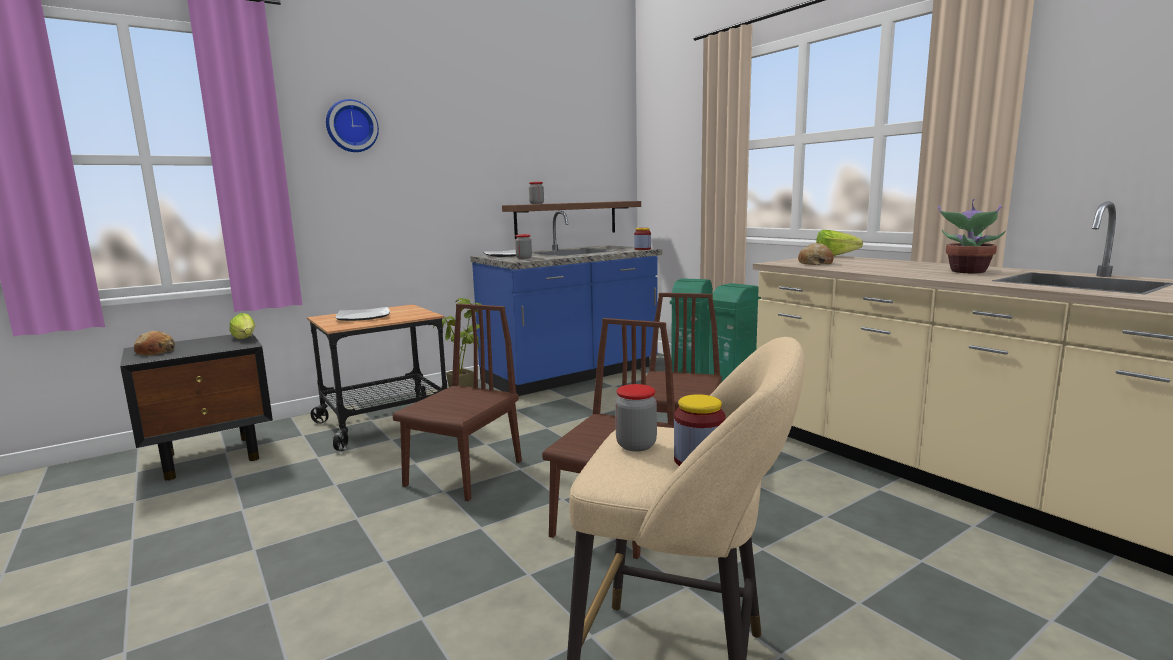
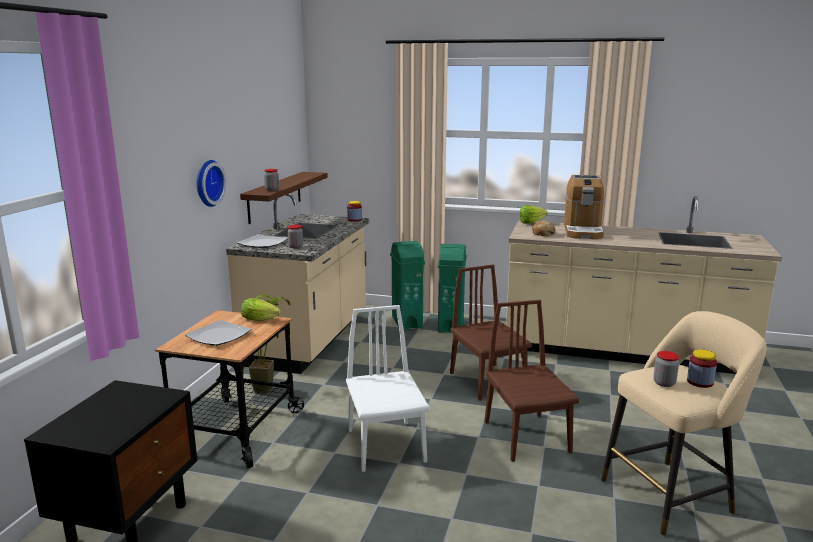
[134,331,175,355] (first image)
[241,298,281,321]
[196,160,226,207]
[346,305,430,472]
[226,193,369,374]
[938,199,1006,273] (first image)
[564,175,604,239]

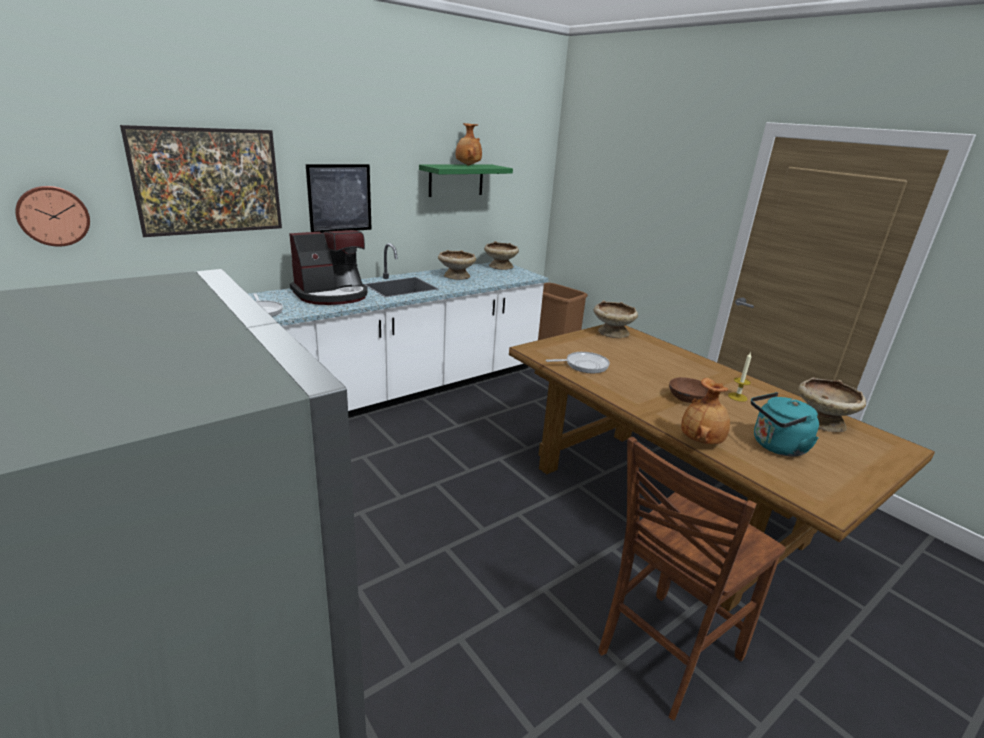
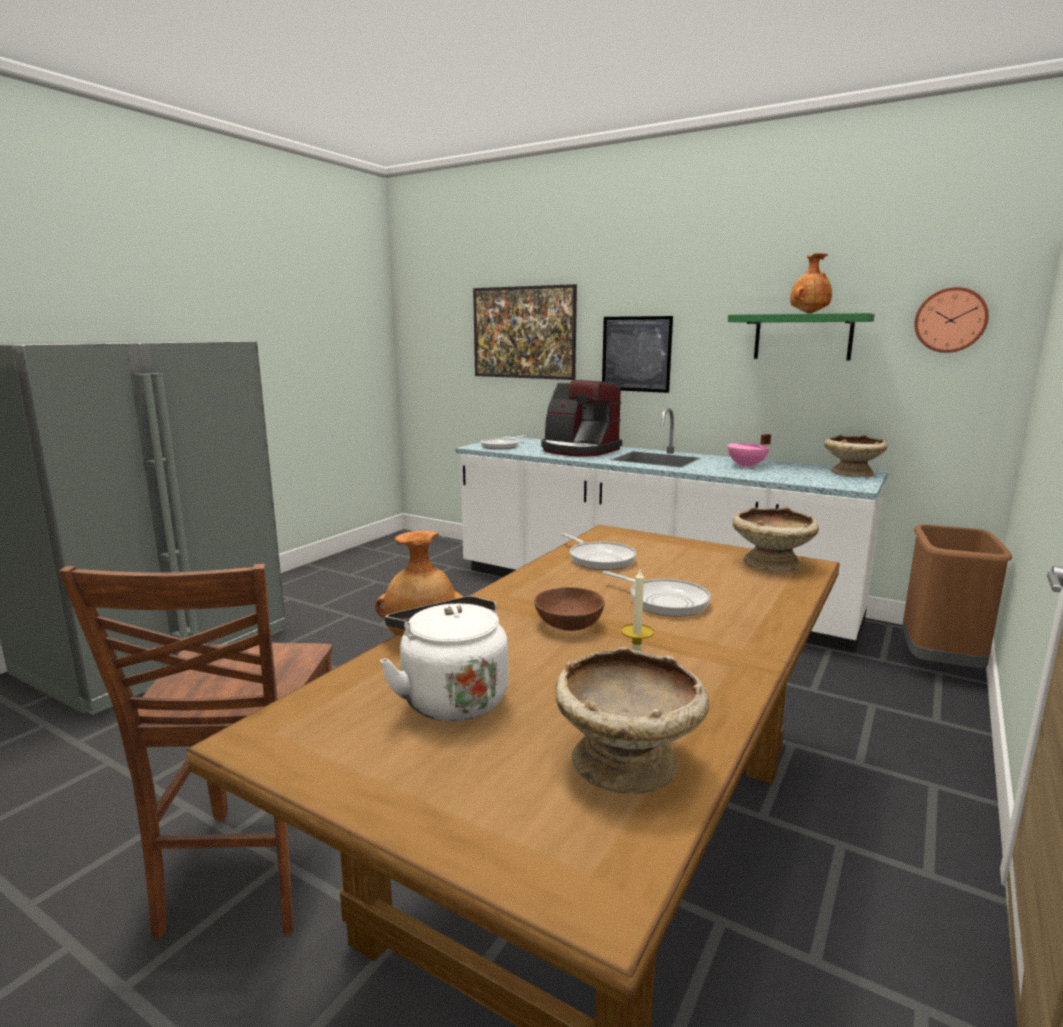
[914,287,989,353]
[727,434,771,468]
[59,564,333,939]
[380,596,508,721]
[603,571,711,617]

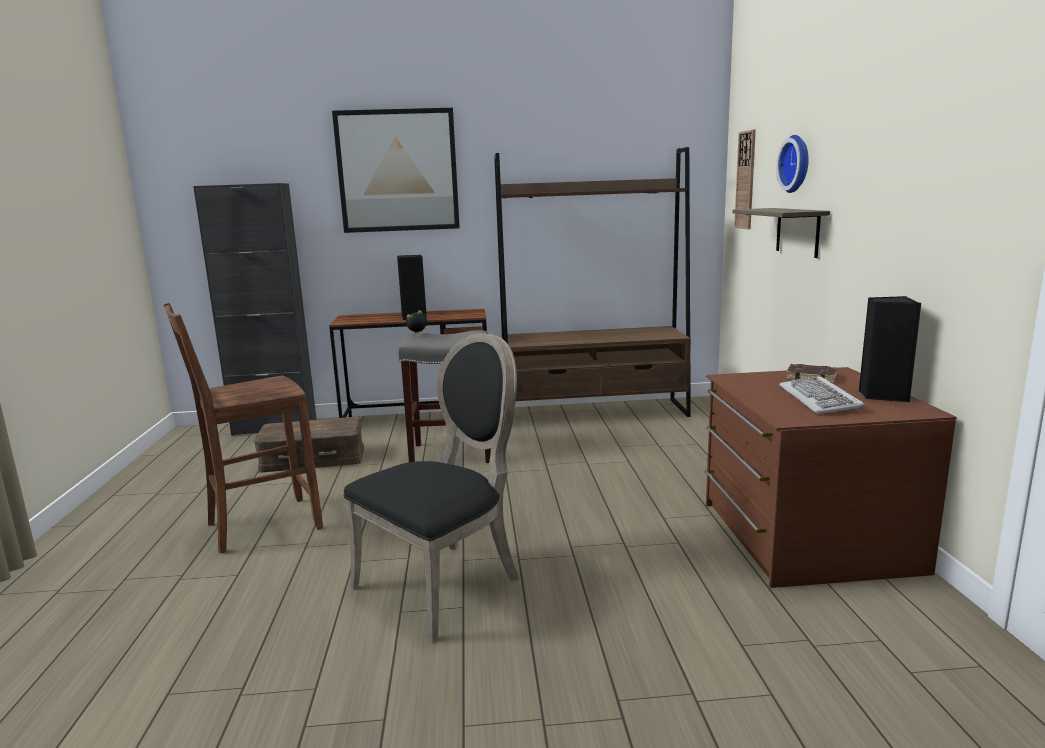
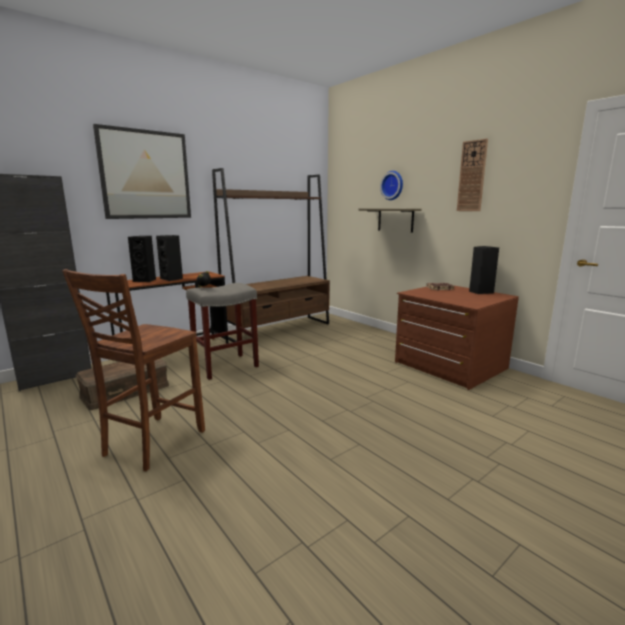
[343,333,520,643] (first image)
[457,139,488,211]
[779,376,865,414] (first image)
[127,236,156,282]

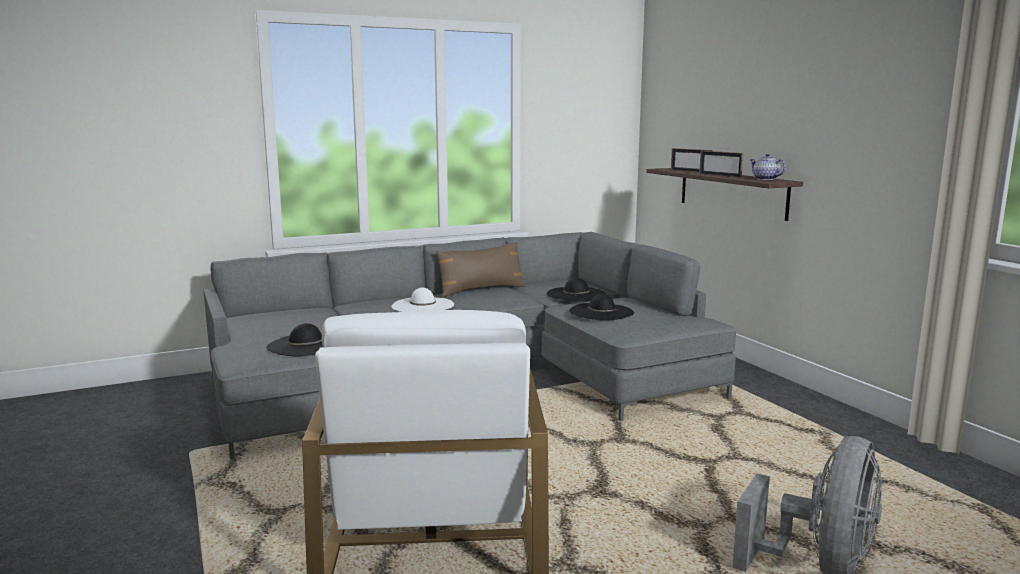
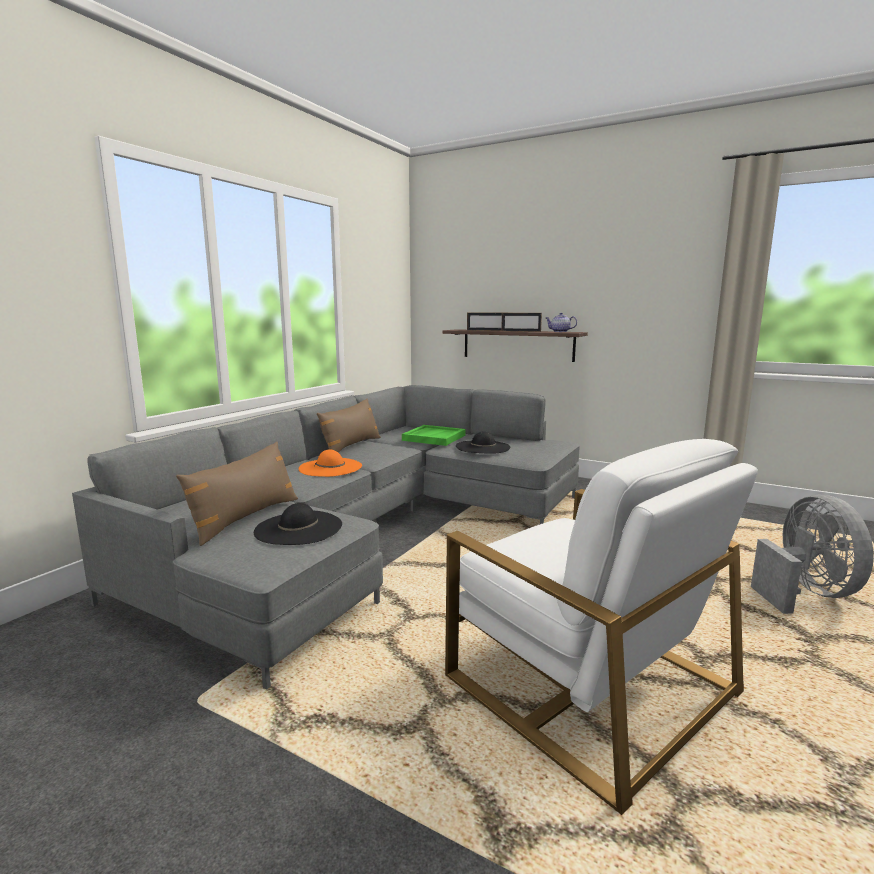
[299,450,362,477]
[402,425,466,446]
[176,442,298,546]

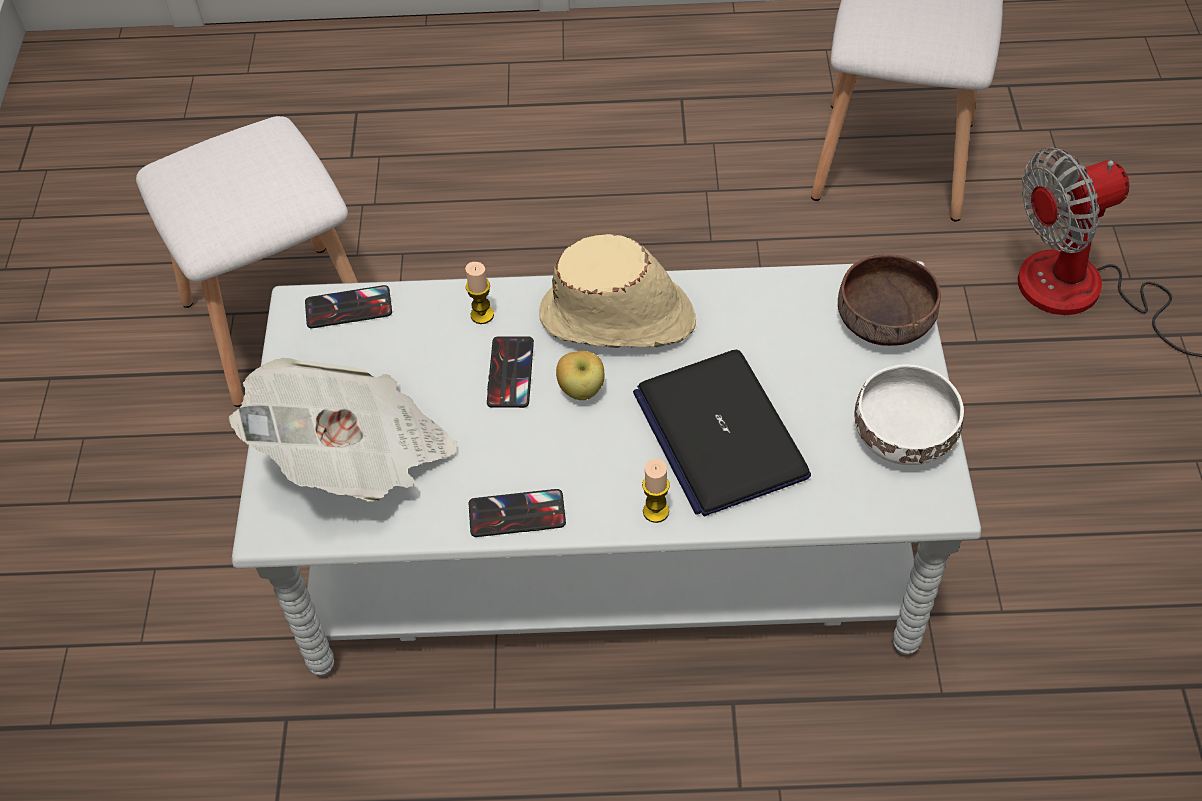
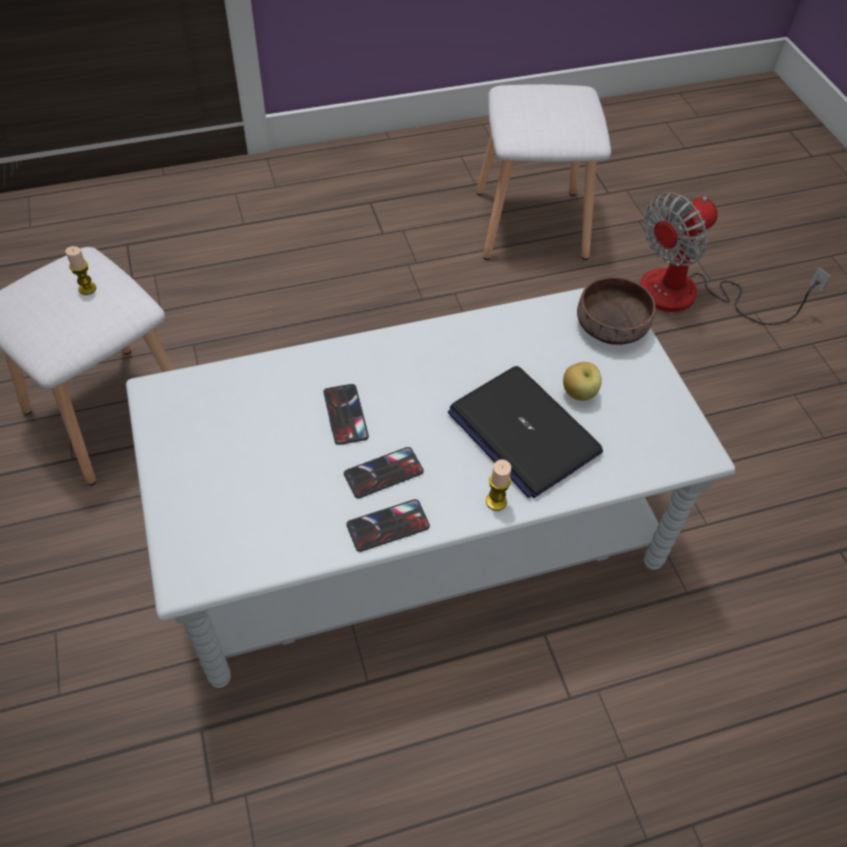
[229,358,457,502] (first image)
[344,447,424,498]
[65,246,96,295]
[539,234,696,348] (first image)
[563,362,602,401]
[855,364,964,465] (first image)

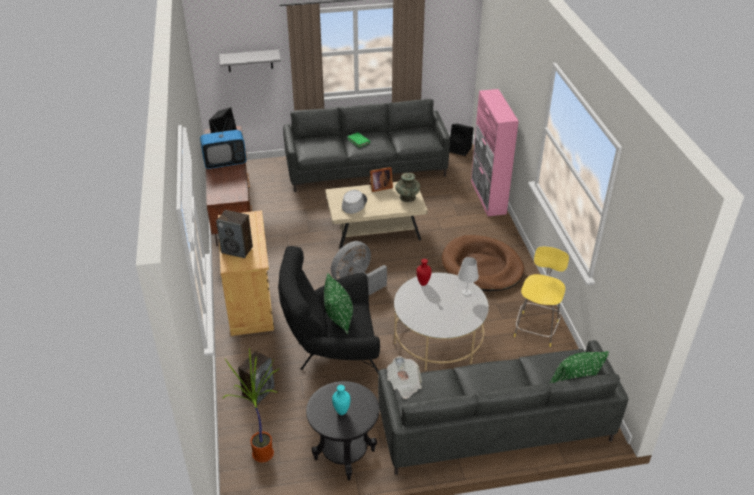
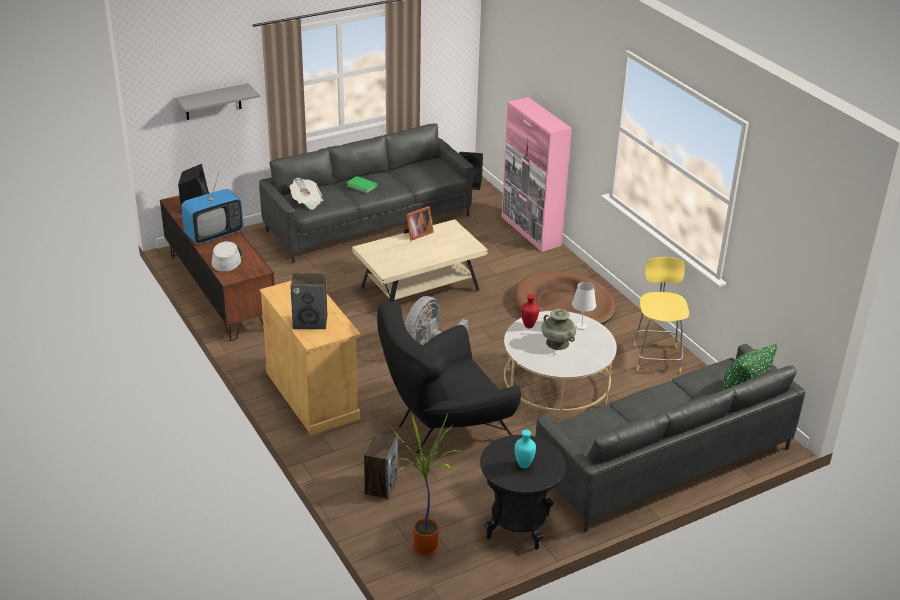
[324,273,353,334] (first image)
[212,241,242,272]
[289,178,323,210]
[542,309,576,350]

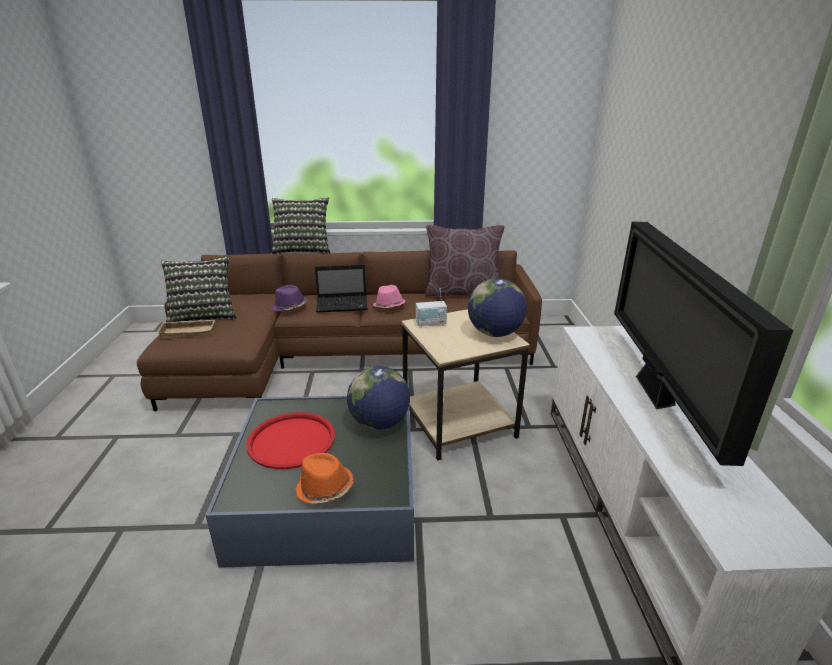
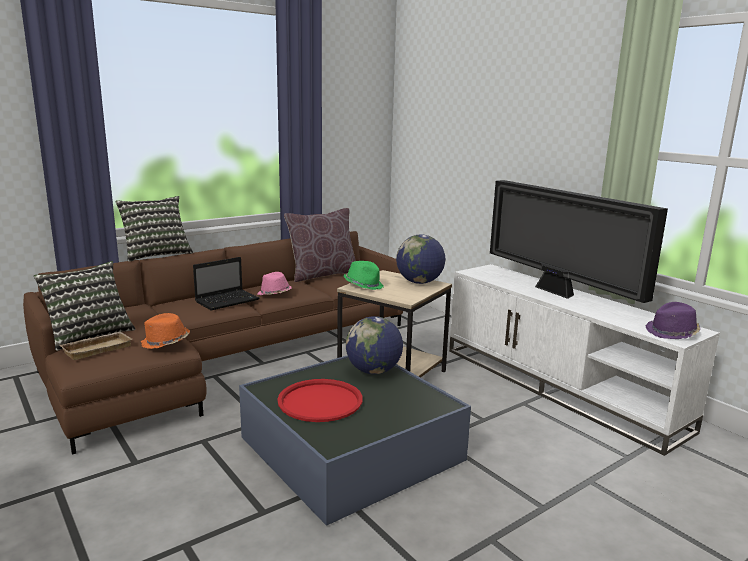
[646,302,700,339]
[141,313,190,349]
[343,261,383,290]

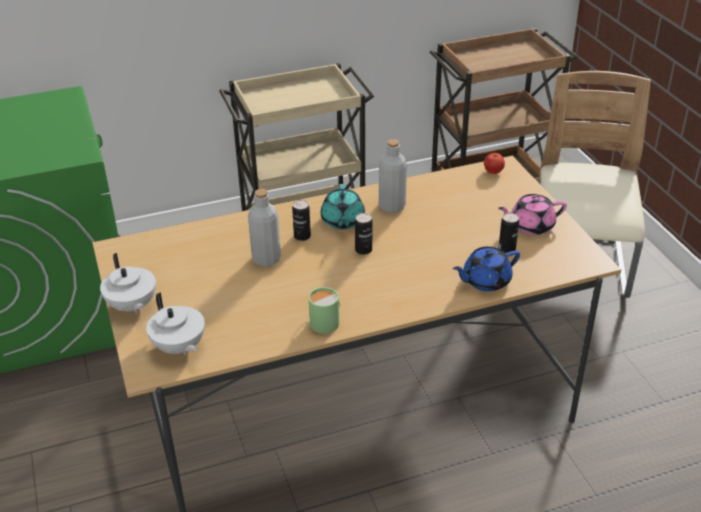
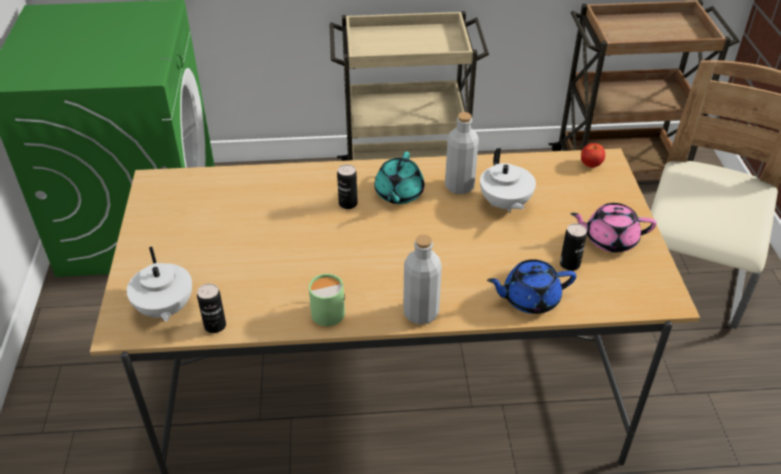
[480,148,536,213]
[403,235,442,324]
[197,283,226,333]

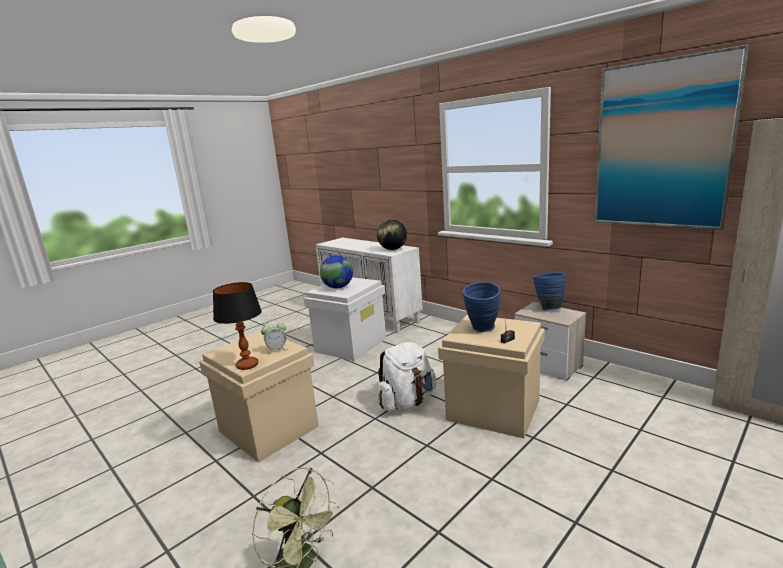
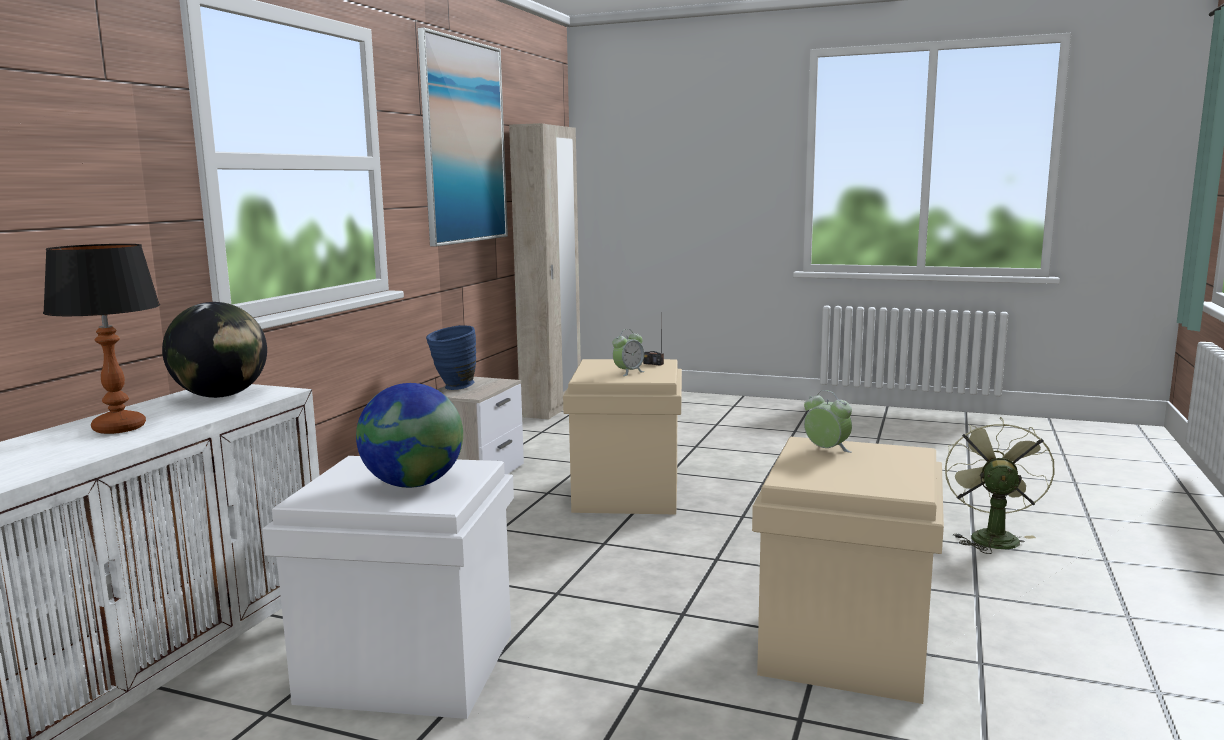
[43,244,160,434]
[378,342,436,411] (first image)
[613,329,645,376]

